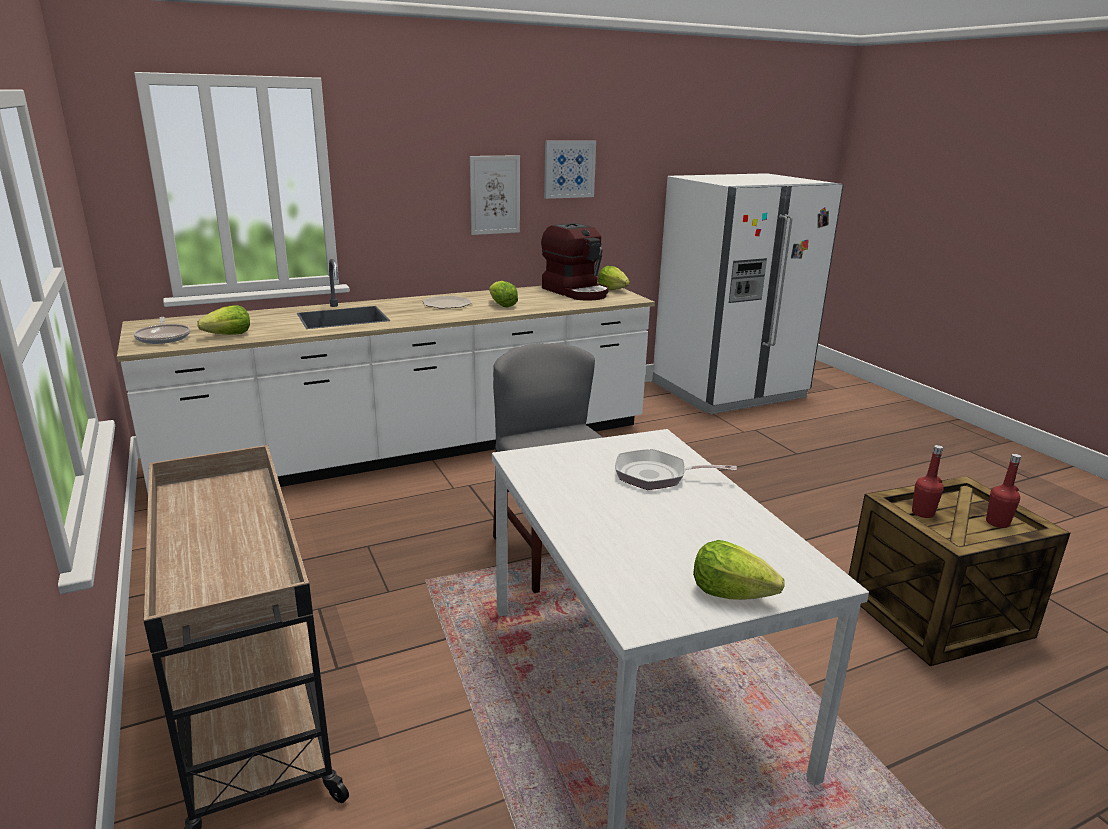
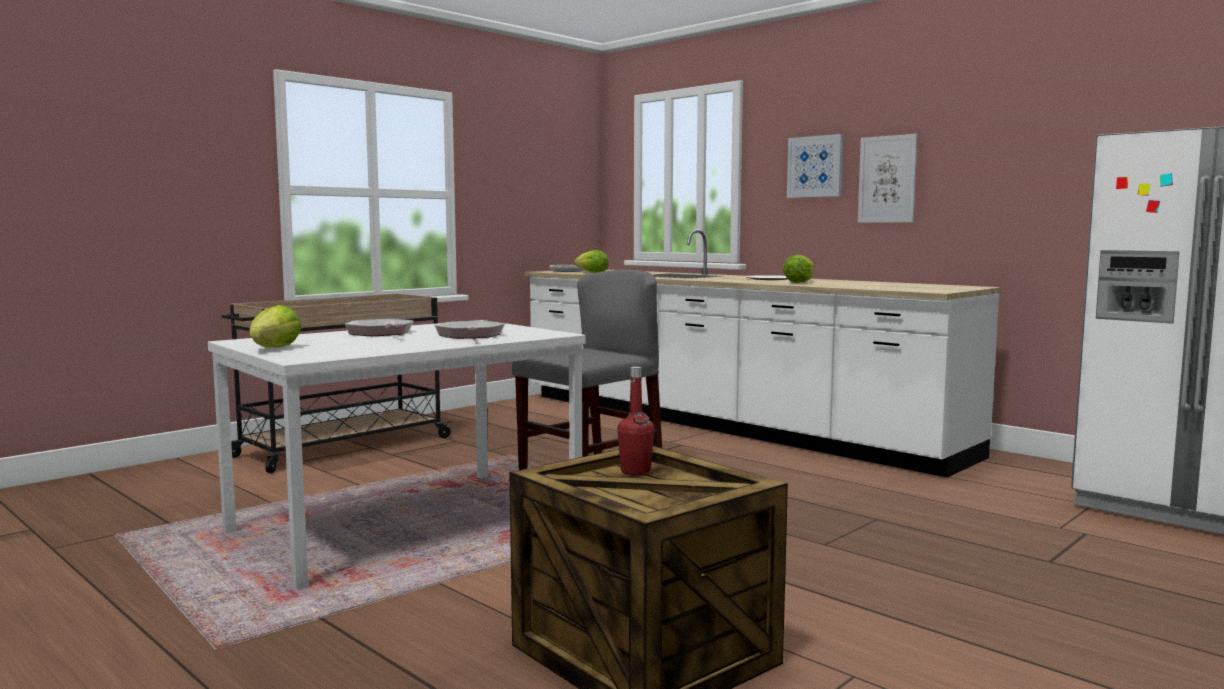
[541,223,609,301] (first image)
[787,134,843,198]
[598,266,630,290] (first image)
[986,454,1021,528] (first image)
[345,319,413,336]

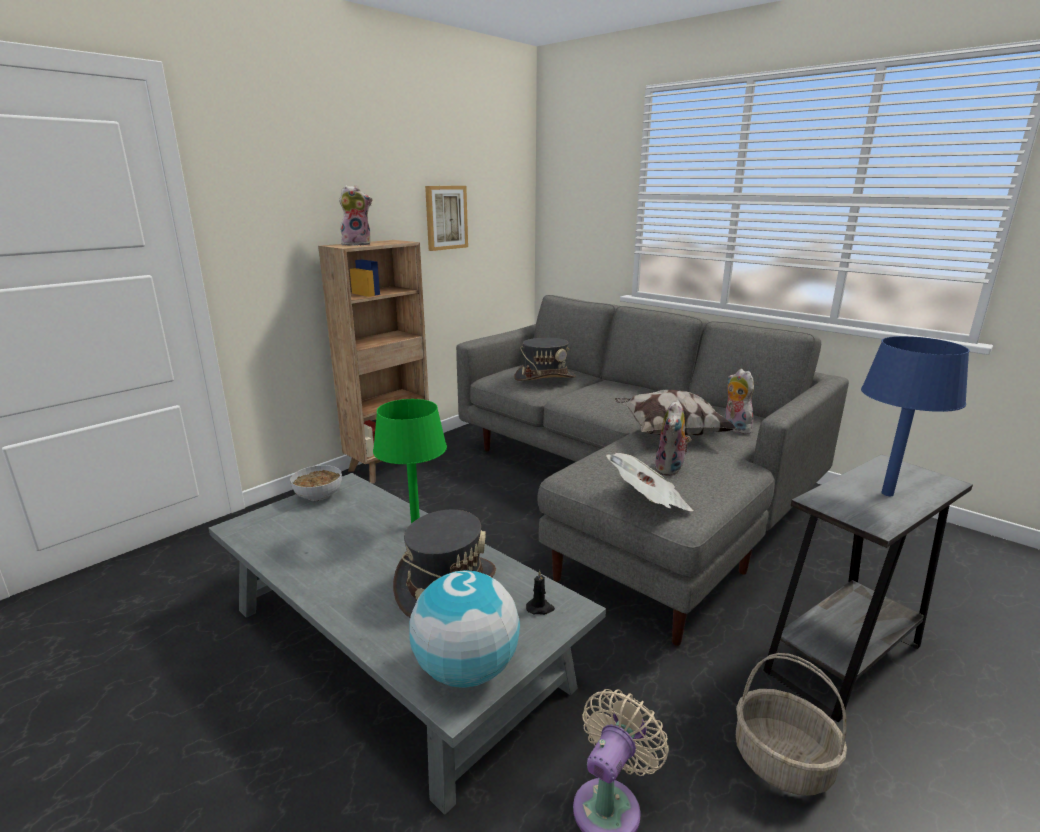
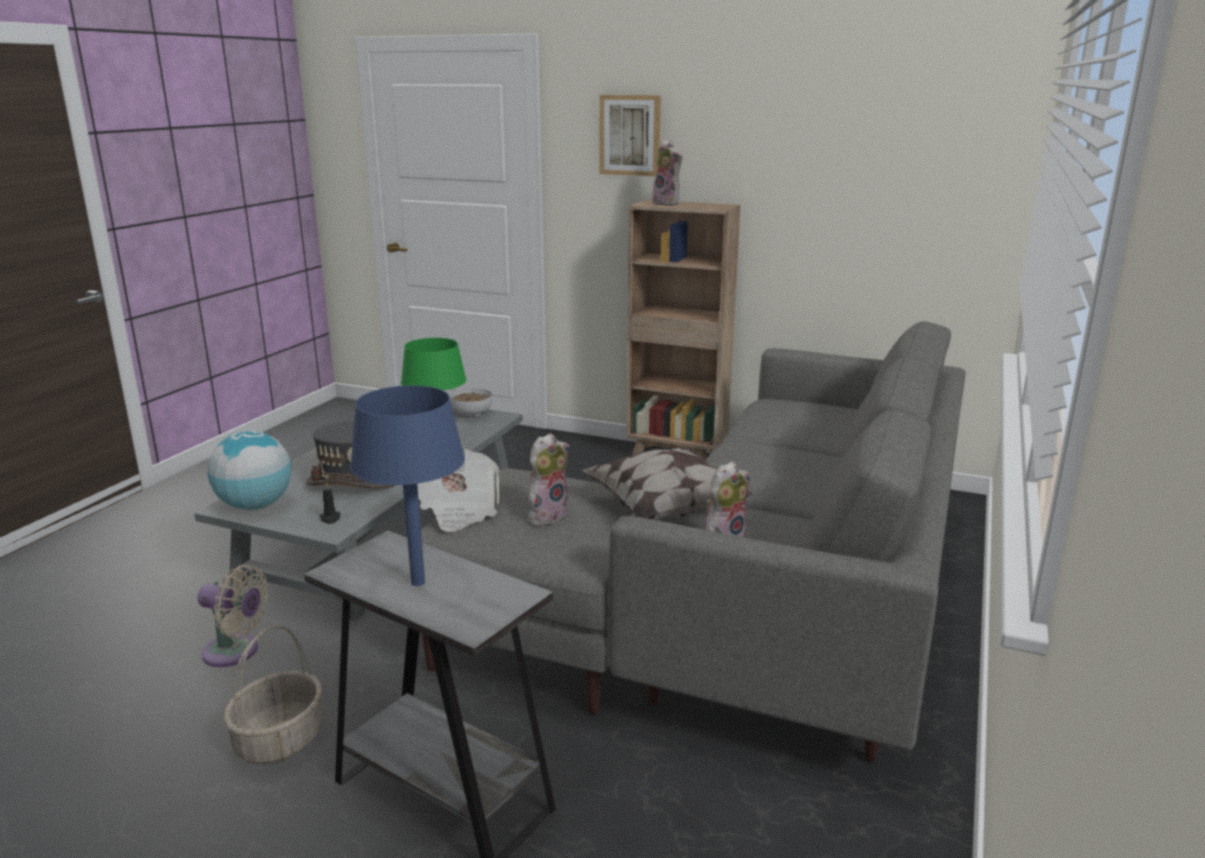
[599,95,661,176]
[514,338,576,381] (first image)
[527,433,569,526]

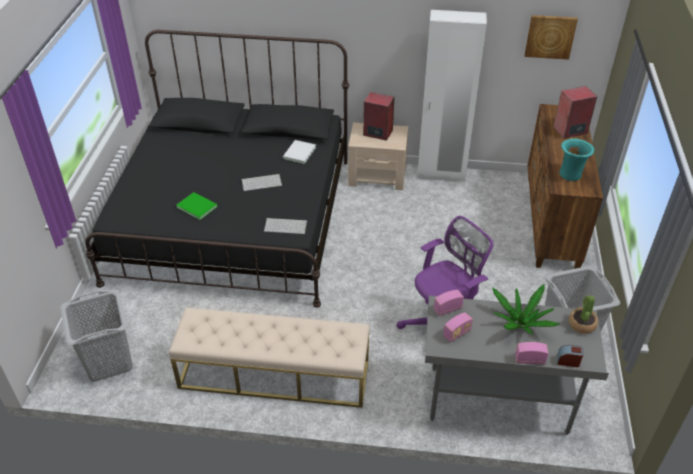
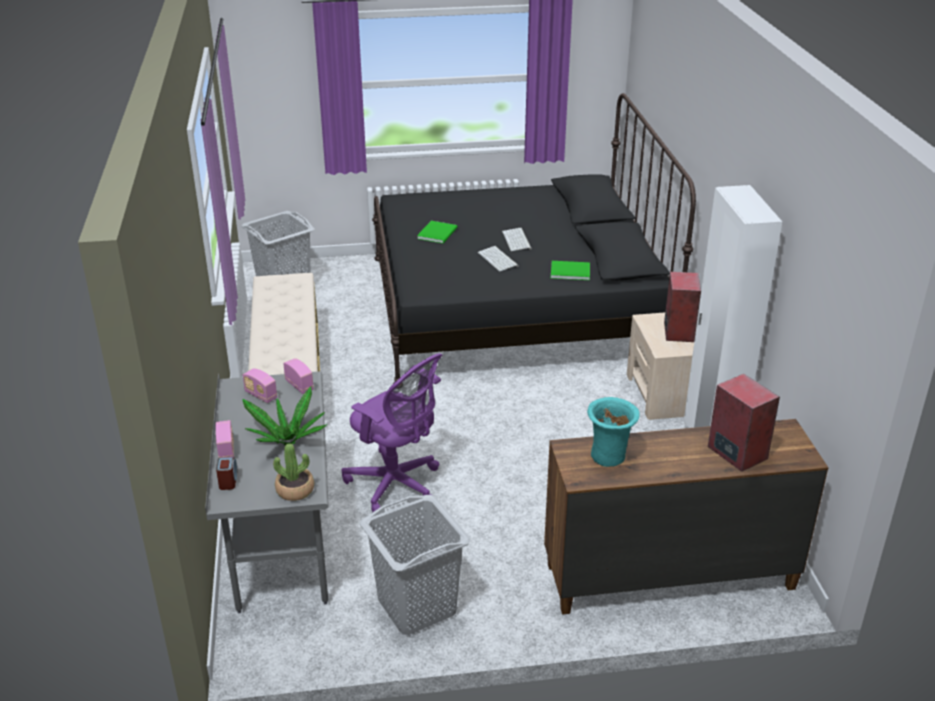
[502,228,532,251]
[551,261,590,280]
[525,15,578,60] (first image)

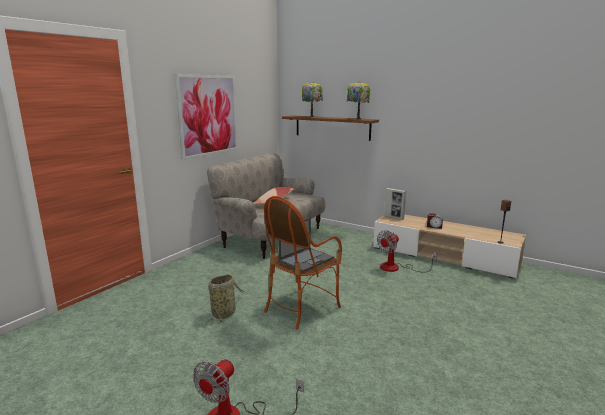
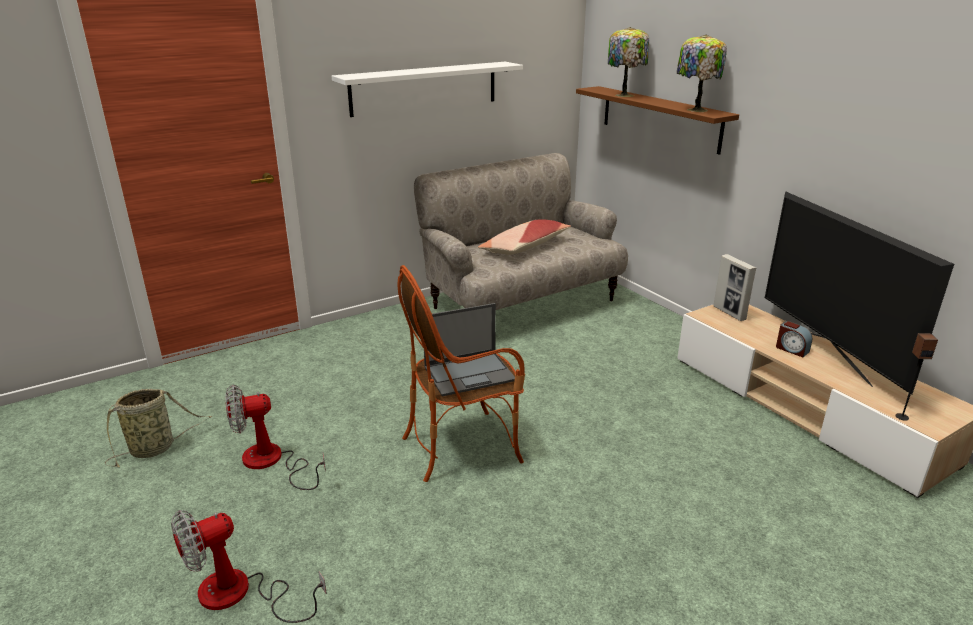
[332,62,523,117]
[105,389,212,467]
[226,385,326,490]
[765,191,954,395]

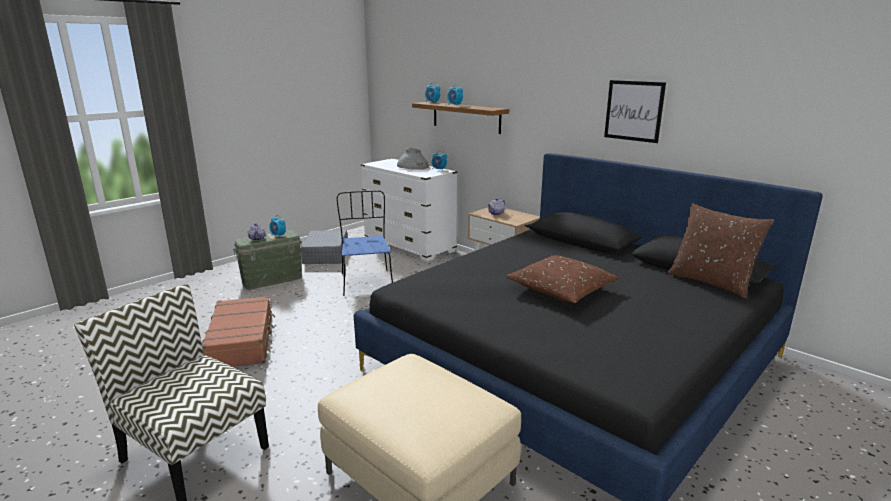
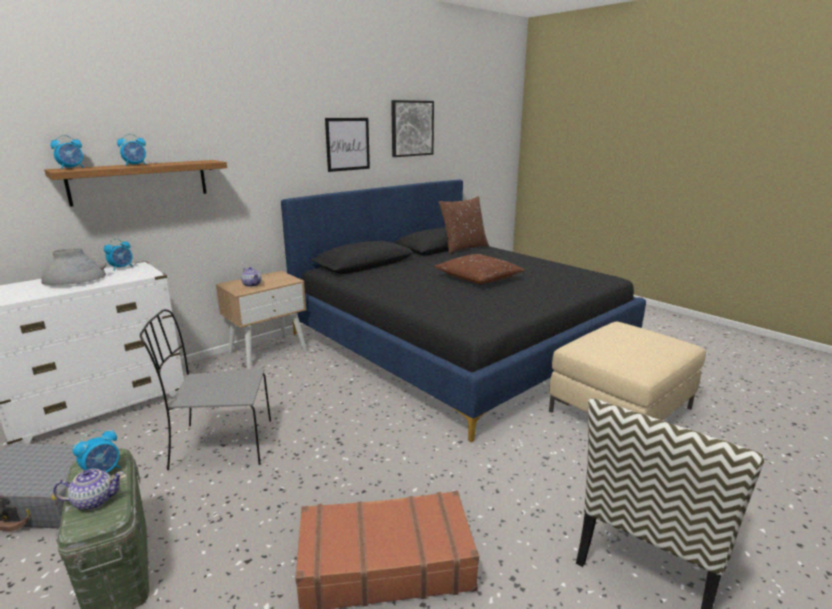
[140,309,271,470]
[391,100,434,157]

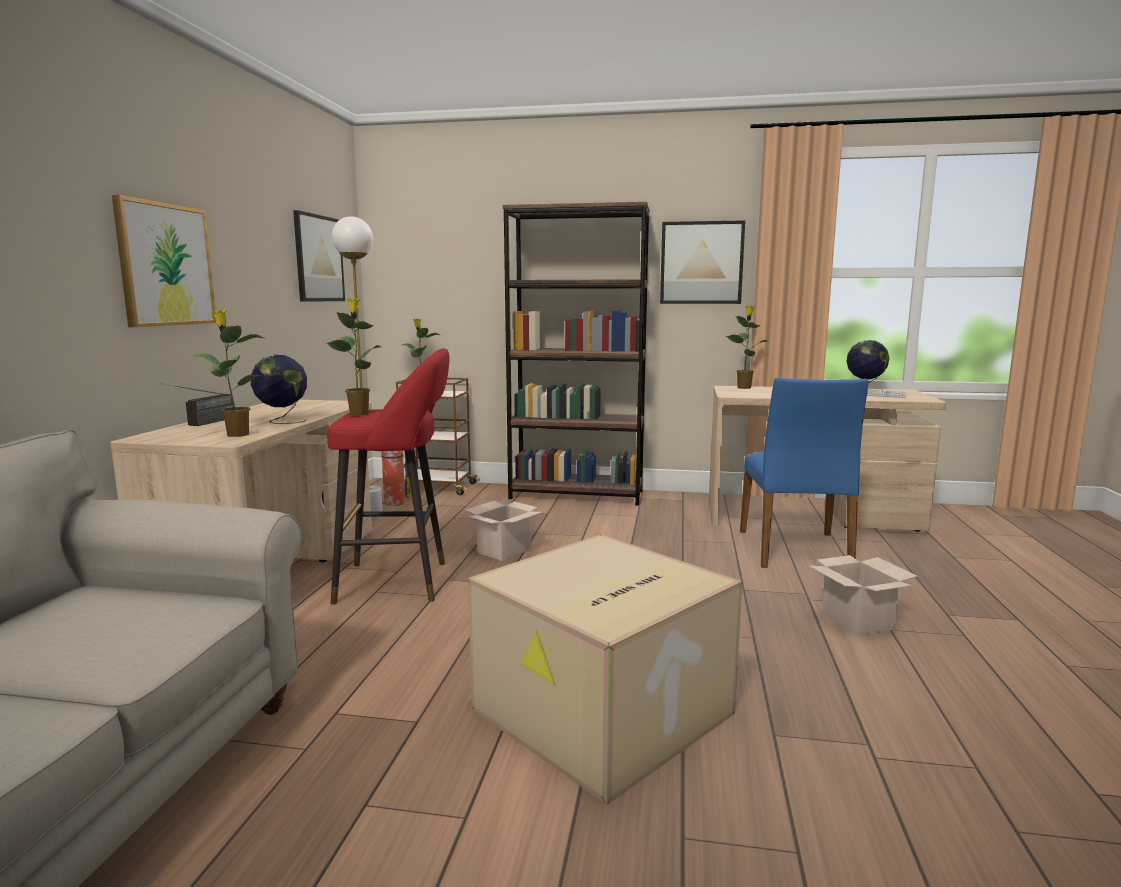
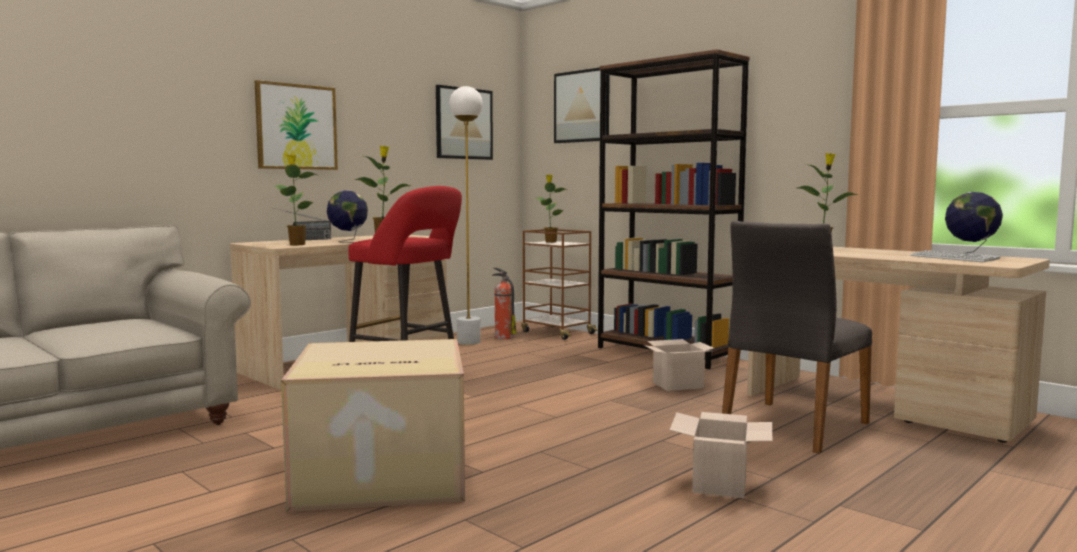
[644,339,715,391]
[554,68,610,143]
[722,221,872,454]

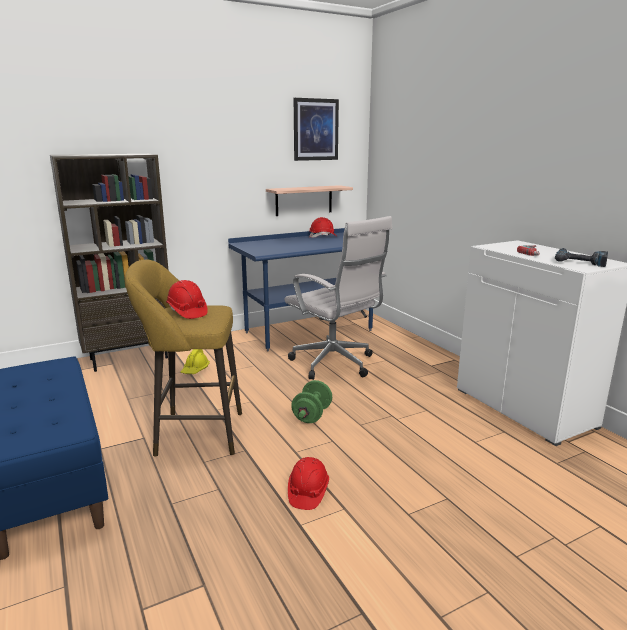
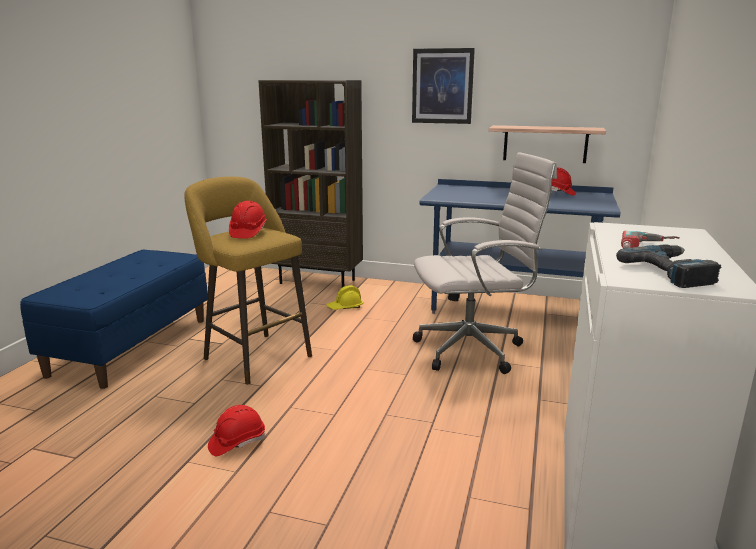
[413,152,557,374]
[291,380,332,423] (first image)
[412,48,475,124]

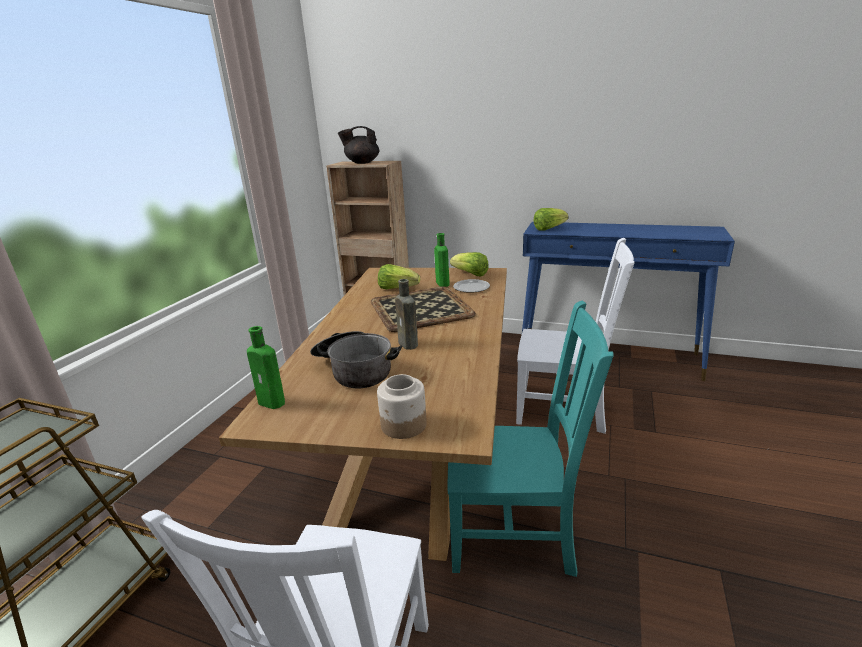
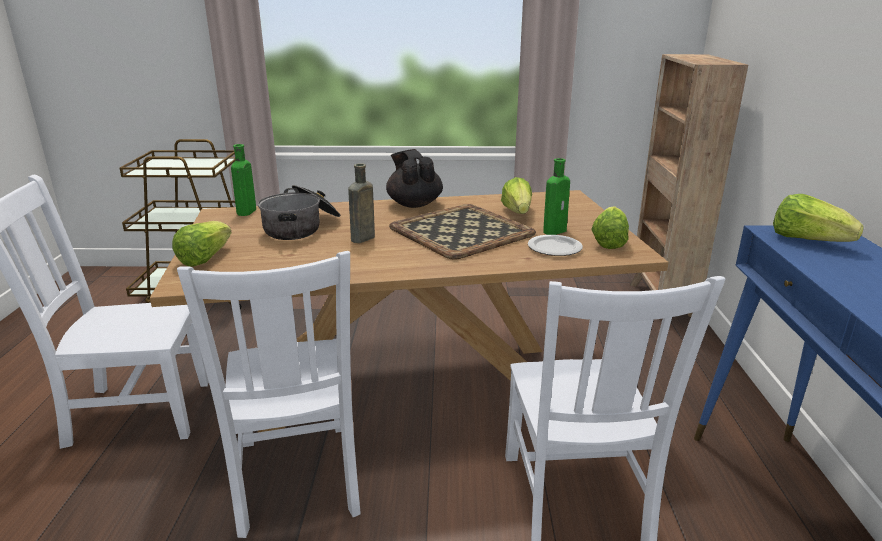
[386,149,443,208]
[172,221,232,267]
[177,251,361,538]

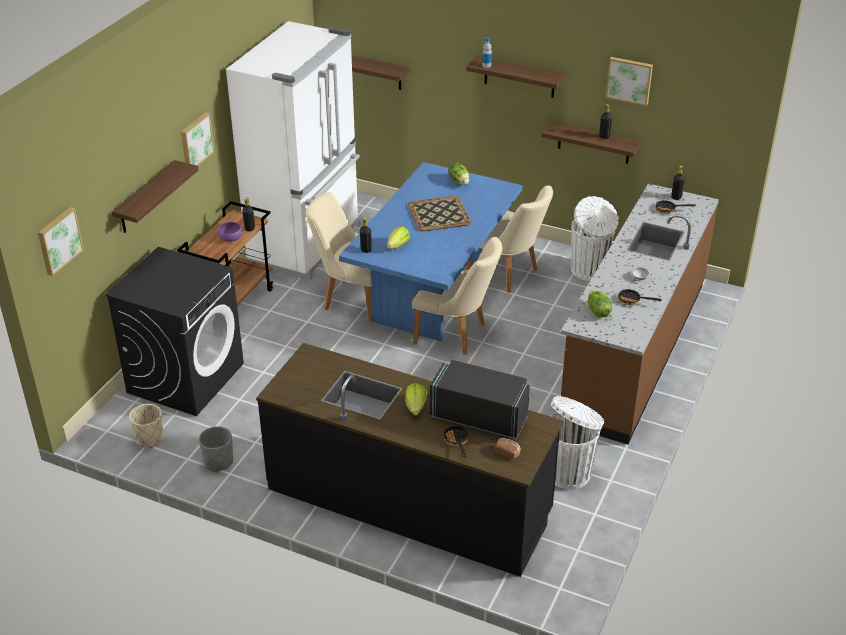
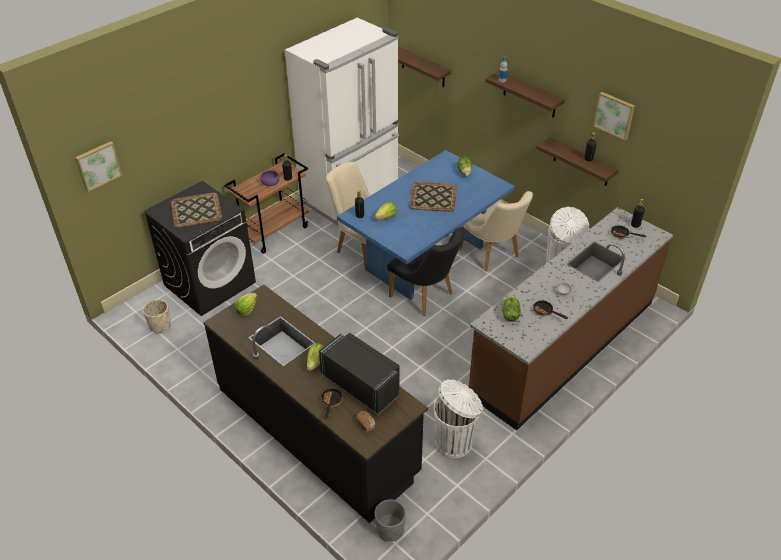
[112,160,199,233] (first image)
[181,112,215,166] (first image)
[375,499,406,542]
[387,228,464,316]
[171,192,222,228]
[234,293,257,316]

